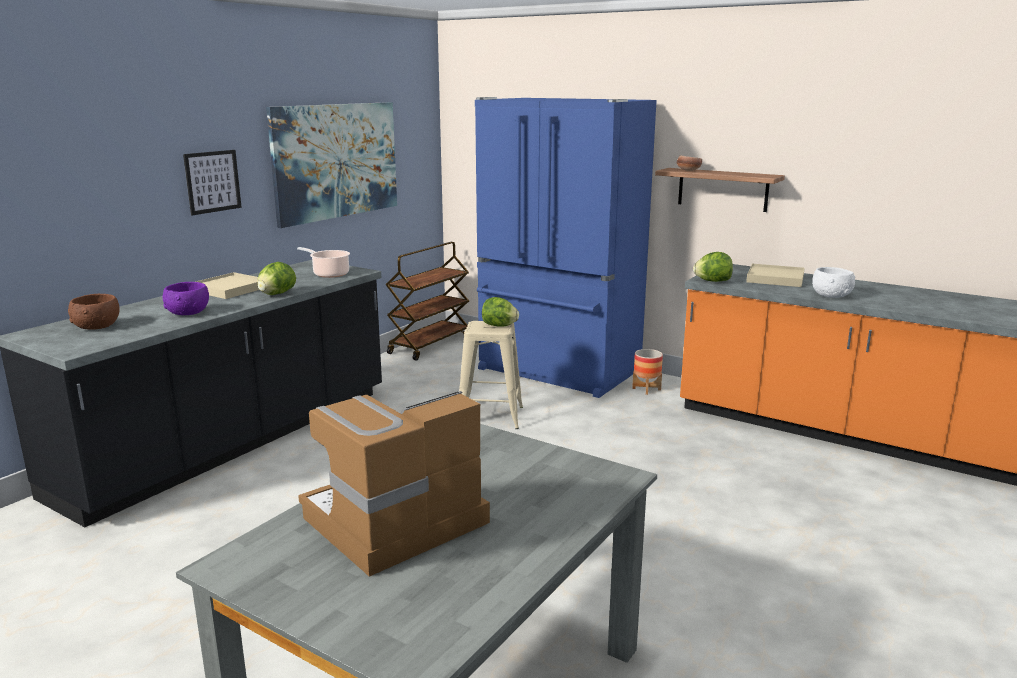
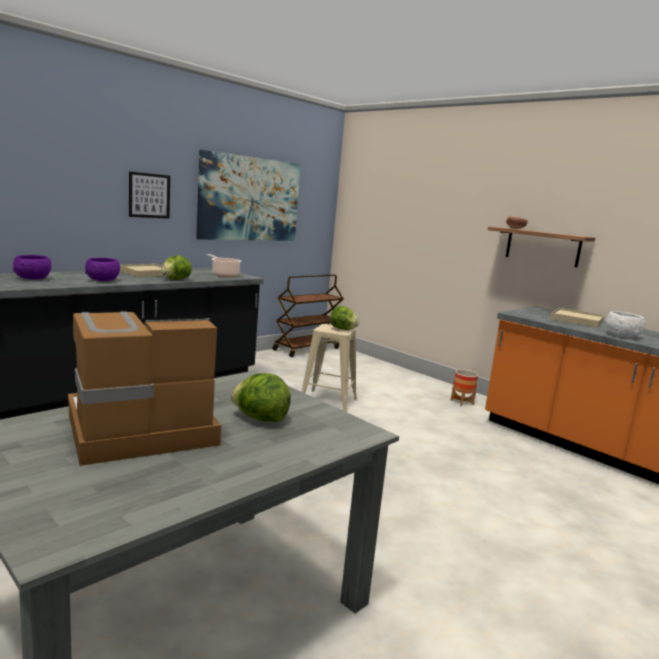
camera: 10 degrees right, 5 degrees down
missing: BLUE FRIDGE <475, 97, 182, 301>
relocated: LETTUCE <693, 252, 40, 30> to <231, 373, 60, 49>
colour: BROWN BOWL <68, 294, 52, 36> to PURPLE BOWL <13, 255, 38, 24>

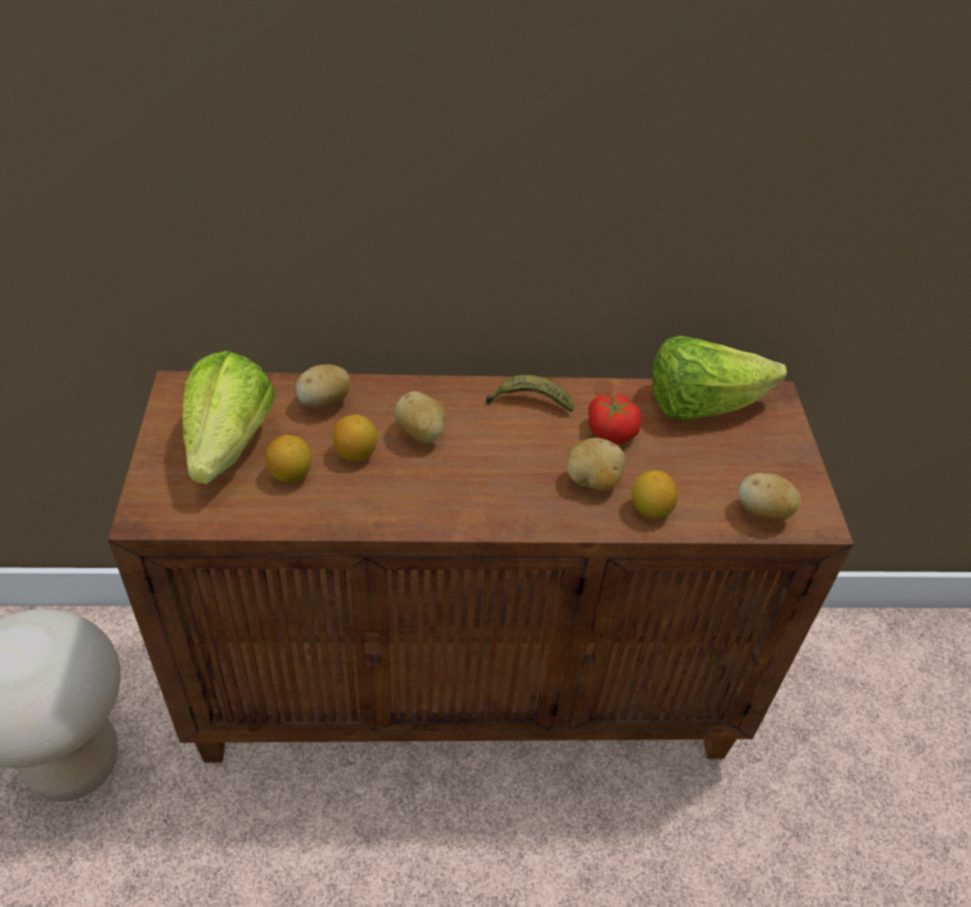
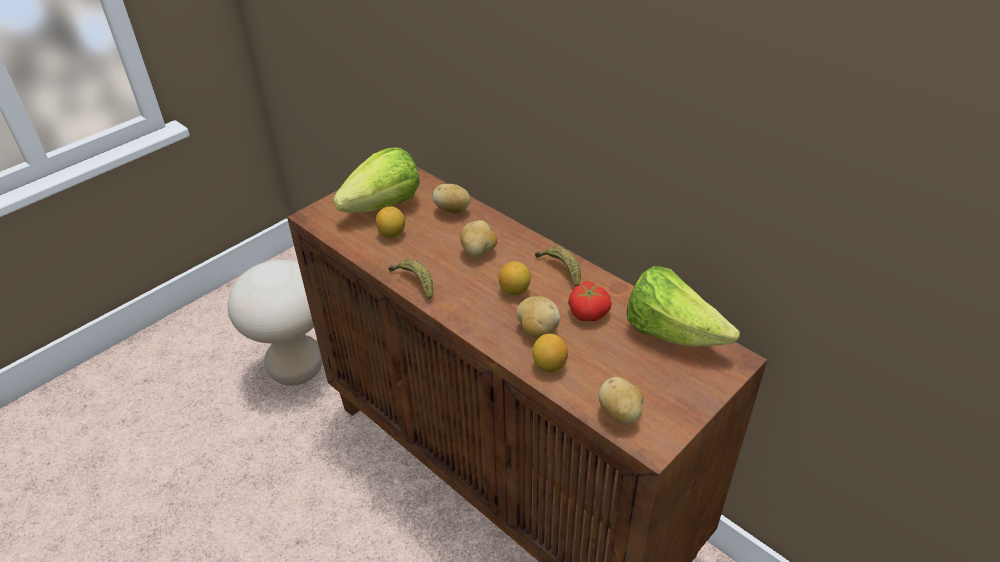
camera: 50 degrees right, 5 degrees down
appeared: BANANA <388, 259, 45, 40>
relocated: LEMON <333, 415, 45, 47> to <499, 261, 32, 34>

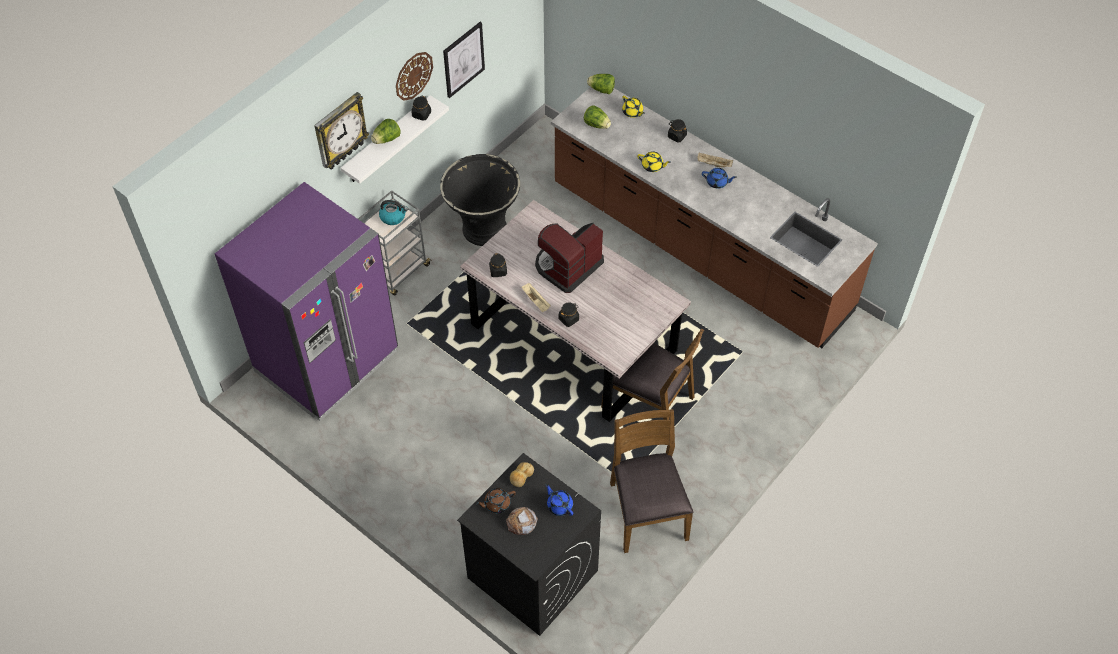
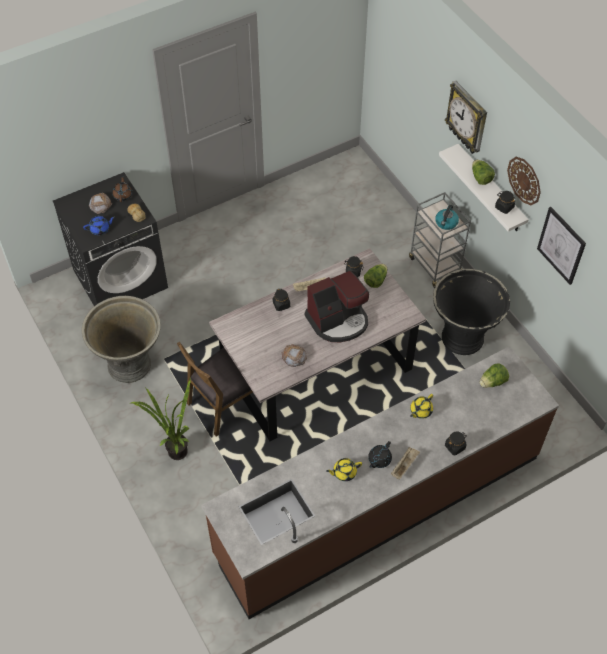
camera: 110 degrees right, 0 degrees up
missing: PURPLE FRIDGE <215, 182, 183, 239>
appeared: POTTED PLANT <131, 377, 60, 83>; BREAD <282, 344, 25, 23>
relocated: LETTUCE <587, 74, 28, 20> to <364, 264, 23, 24>; YELLOW TEAPOT <622, 96, 23, 22> to <326, 458, 36, 23>
exchanged: BROWN CHAIR <610, 409, 83, 144> to GREY PLANTER <82, 296, 79, 87>
colour: BLUE TEAPOT <702, 168, 35, 21> to BLACK TEAPOT <368, 441, 24, 27>
spun: COFFEE MACHINE <535, 223, 69, 70> = <305, 270, 64, 72> 90 degrees clockwise

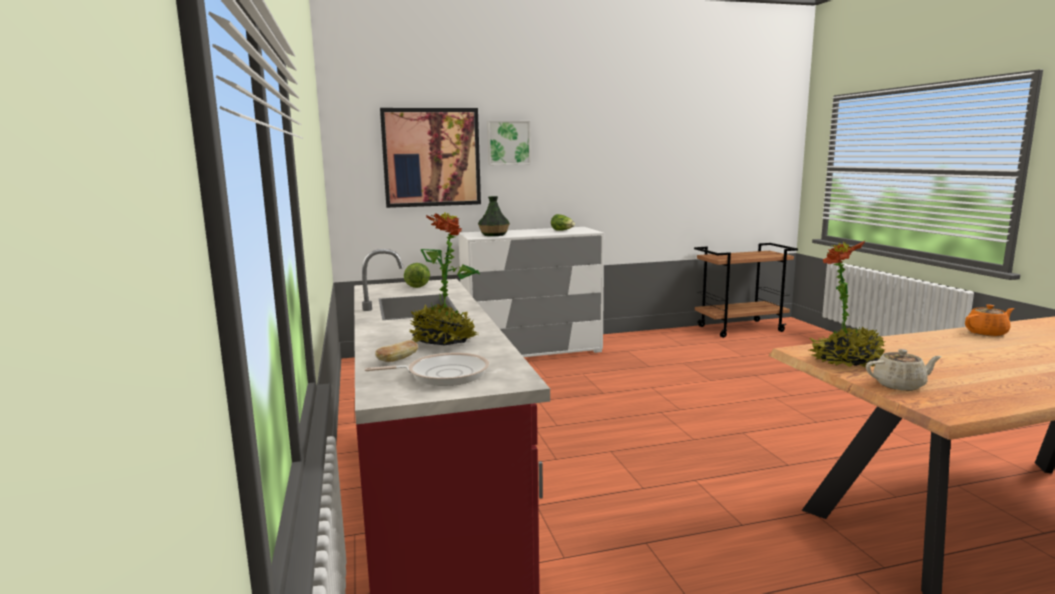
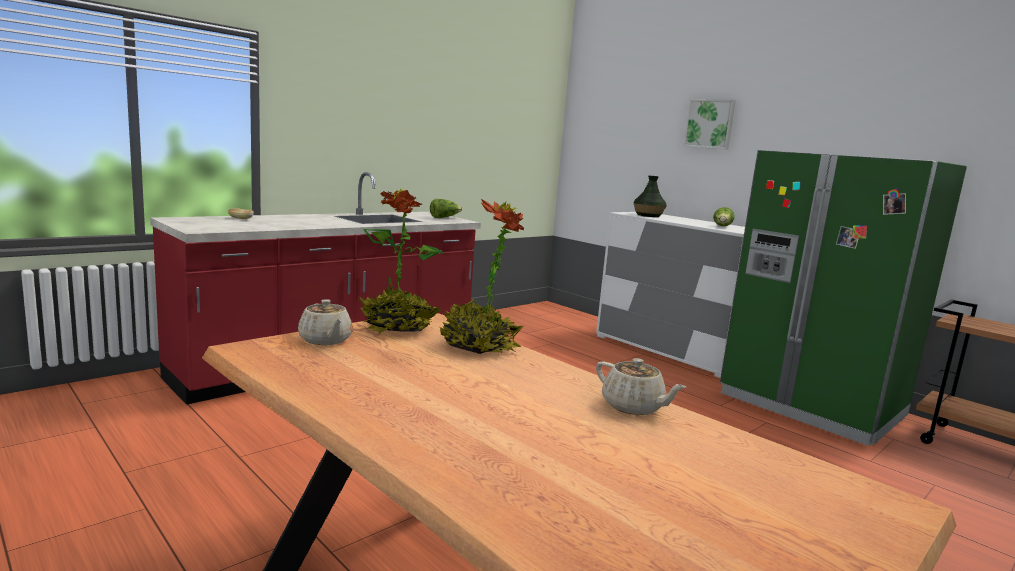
camera: 60 degrees right, 0 degrees up
missing: FRYING PAN <364, 352, 125, 34>; PICTURE <380, 108, 101, 100>
appeared: GREEN FRIDGE <720, 150, 247, 296>
relocated: POTTED PLANT <409, 212, 71, 133> to <440, 199, 84, 155>
colour: ORANGE TEAPOT <965, 304, 49, 32> to BEIGE TEAPOT <596, 358, 90, 57>

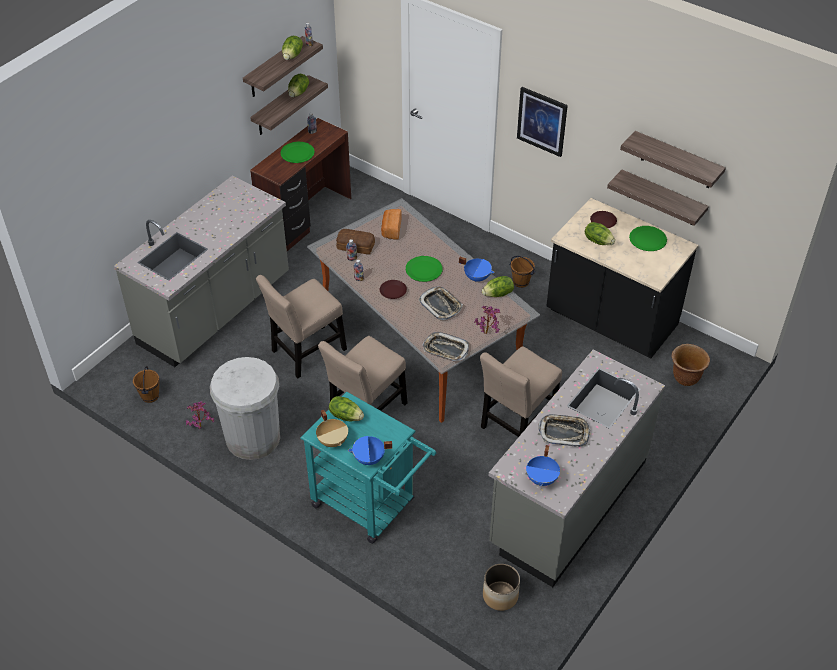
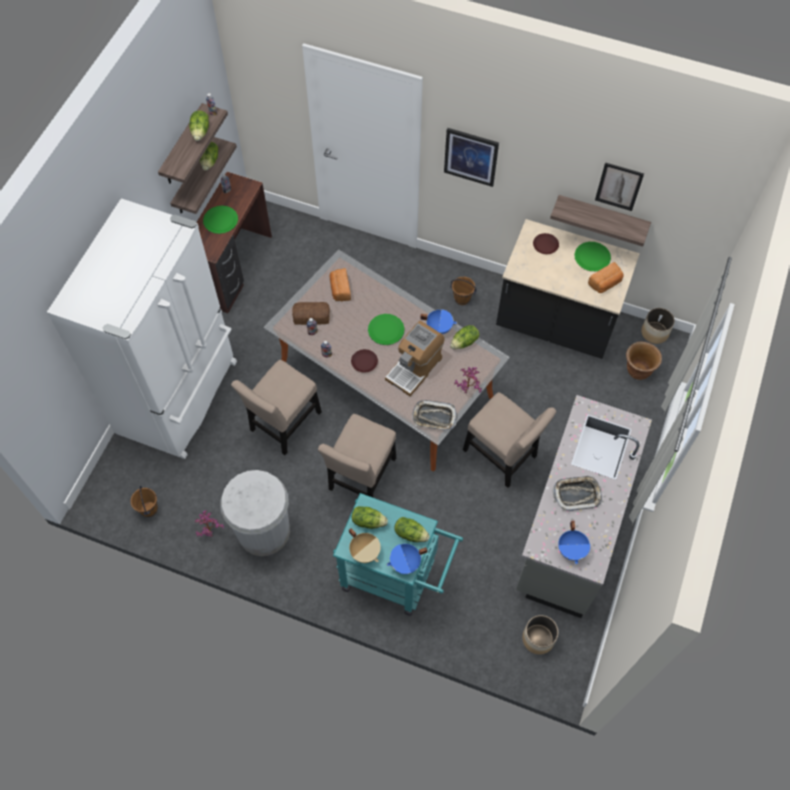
camera: 15 degrees left, 15 degrees up
appeared: BREAD <588, 262, 36, 31>; PLANTER <641, 308, 34, 36>
relocated: LETTUCE <585, 222, 30, 23> to <394, 517, 36, 25>
exchanged: GREY COUNTER <114, 176, 175, 191> to WHITE FRIDGE <47, 198, 190, 261>; TRAY <418, 286, 45, 35> to COFFEE MACHINE <385, 321, 60, 75>; SHELF <620, 131, 106, 57> to PICTURE <595, 162, 49, 49>
spun: BEIGE CHAIR <480, 346, 82, 91> = <463, 392, 93, 96> 75 degrees counterclockwise

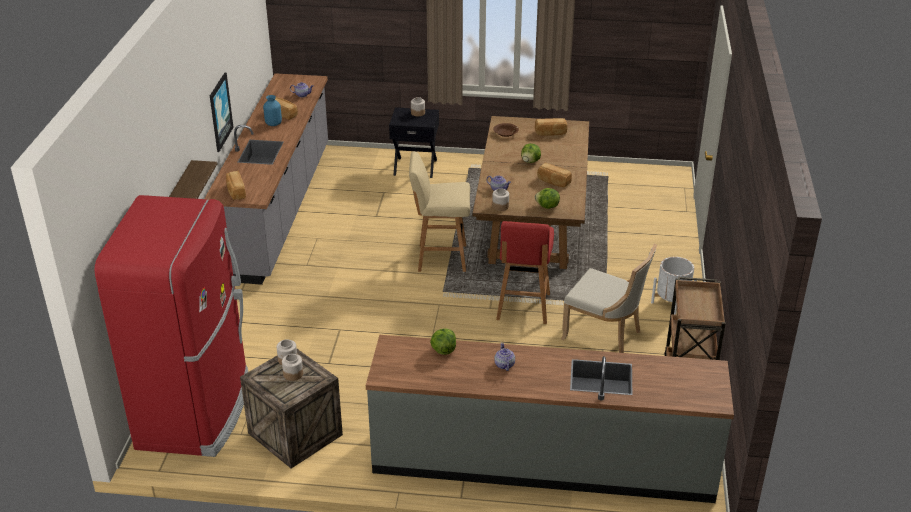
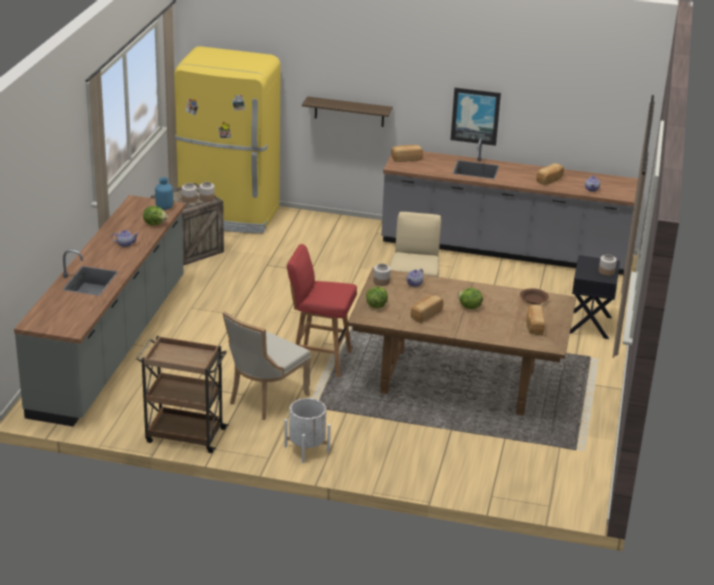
camera: 95 degrees right, 5 degrees down
relocated: BLUE VASE <263, 95, 19, 31> to <155, 177, 18, 33>
colour: RED FRIDGE <95, 195, 153, 262> to YELLOW FRIDGE <174, 46, 107, 187>

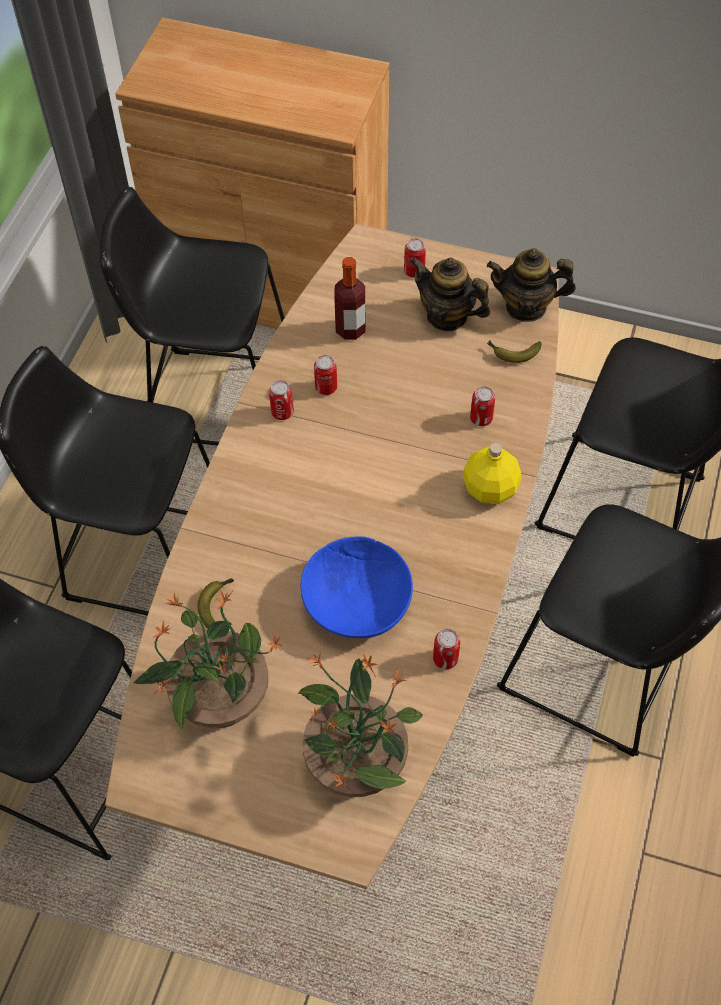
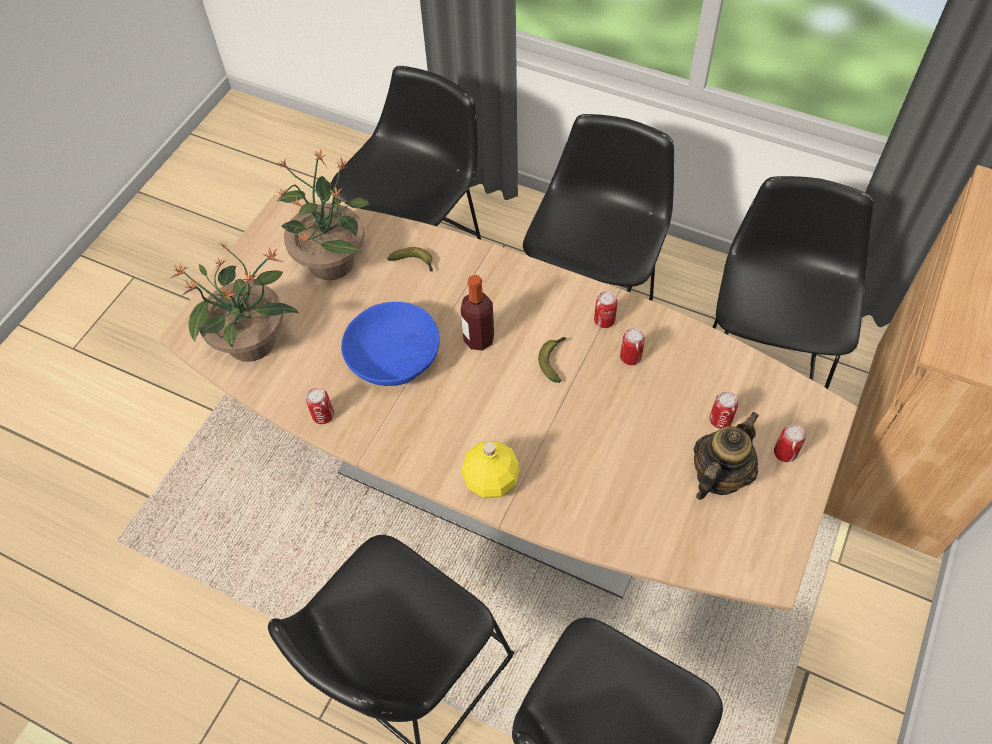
camera: 100 degrees right, 0 degrees up
missing: TEAPOT <487, 248, 89, 74>
relocated: BOTTLE <334, 257, 31, 83> to <461, 275, 33, 76>; CAN <470, 386, 25, 40> to <710, 391, 28, 38>; BANANA <487, 340, 55, 23> to <538, 337, 28, 46>

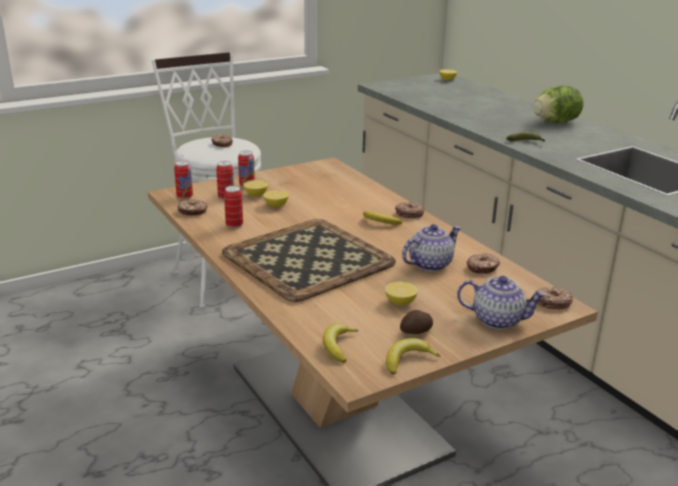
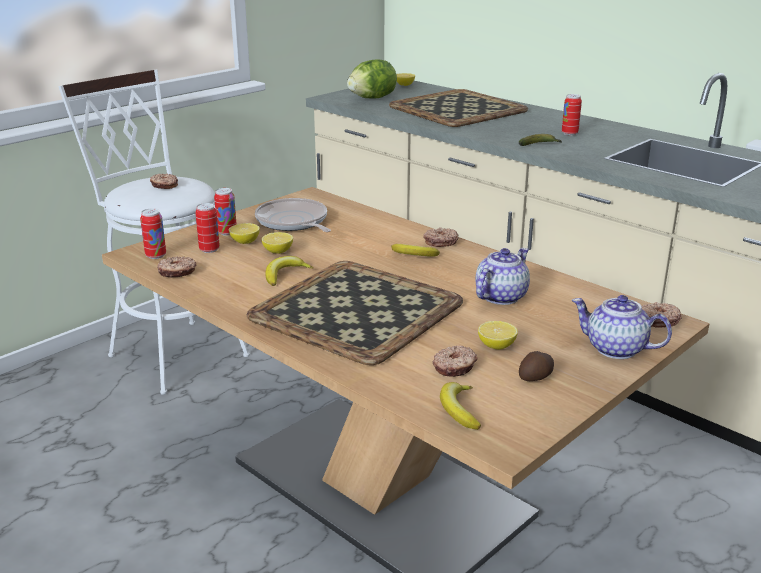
camera: 15 degrees left, 0 degrees up
appeared: FRYING PAN <255, 198, 76, 34>; TRAY <389, 89, 139, 38>
relocated: CAN <224, 186, 19, 42> to <562, 94, 20, 41>; BANANA <386, 338, 55, 37> to <265, 256, 49, 30>; DONUT <467, 253, 33, 21> to <433, 346, 44, 31>; LETTUCE <533, 85, 51, 38> to <347, 59, 50, 39>
spun: TEAPOT <457, 276, 90, 53> = <572, 295, 100, 64> 150 degrees counterclockwise

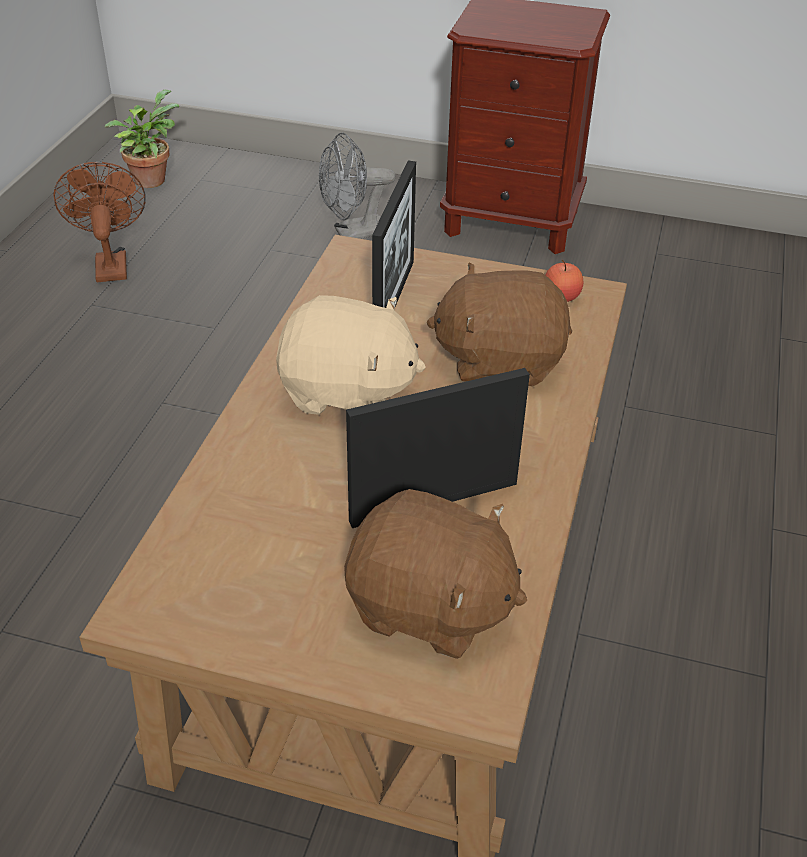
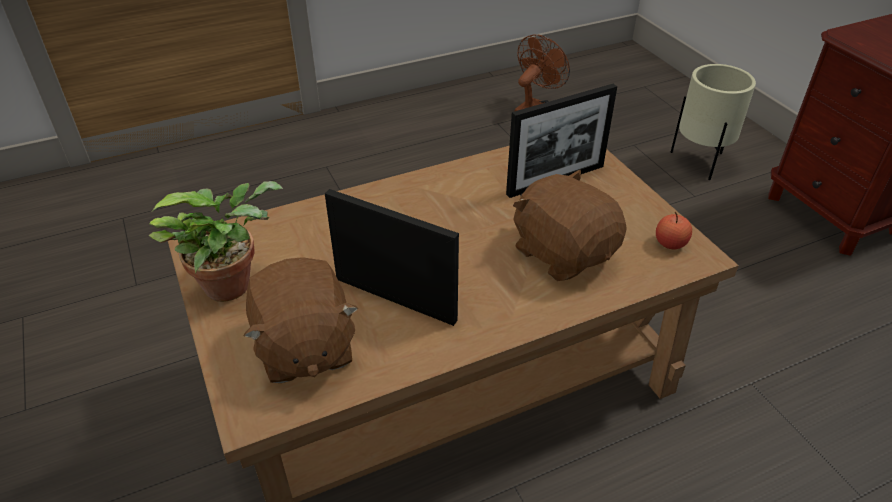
camera: 50 degrees right, 0 degrees up
missing: BEIGE PLUSH TOY <276, 295, 150, 120>
relocated: POTTED PLANT <105, 90, 74, 98> to <149, 181, 134, 121>
exchanged: GREY FAN <319, 133, 76, 106> to BEIGE PLANTER <670, 64, 86, 116>

